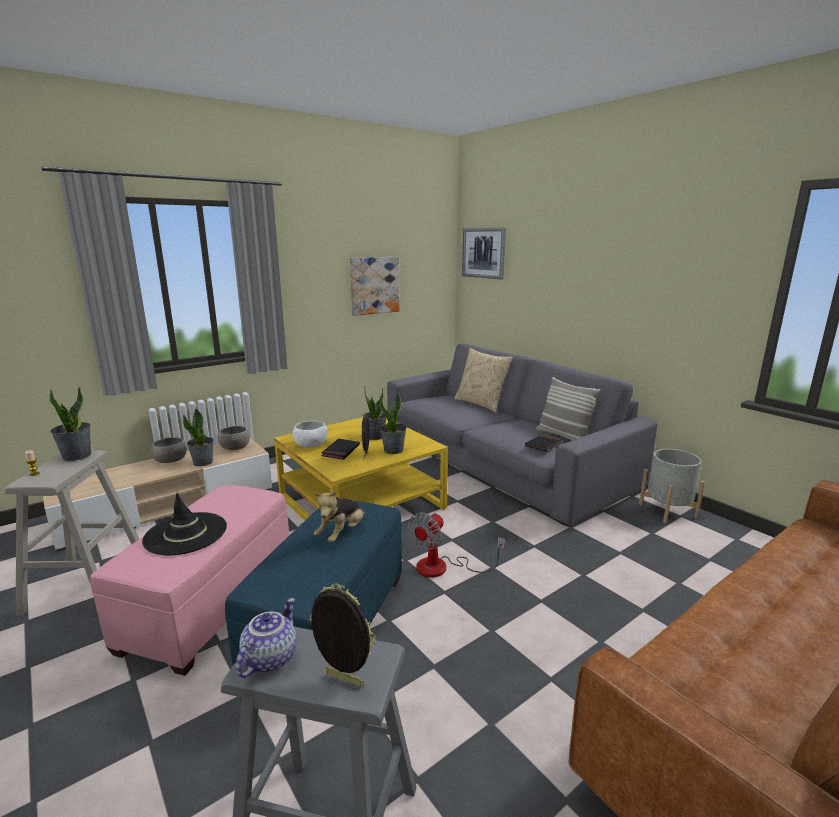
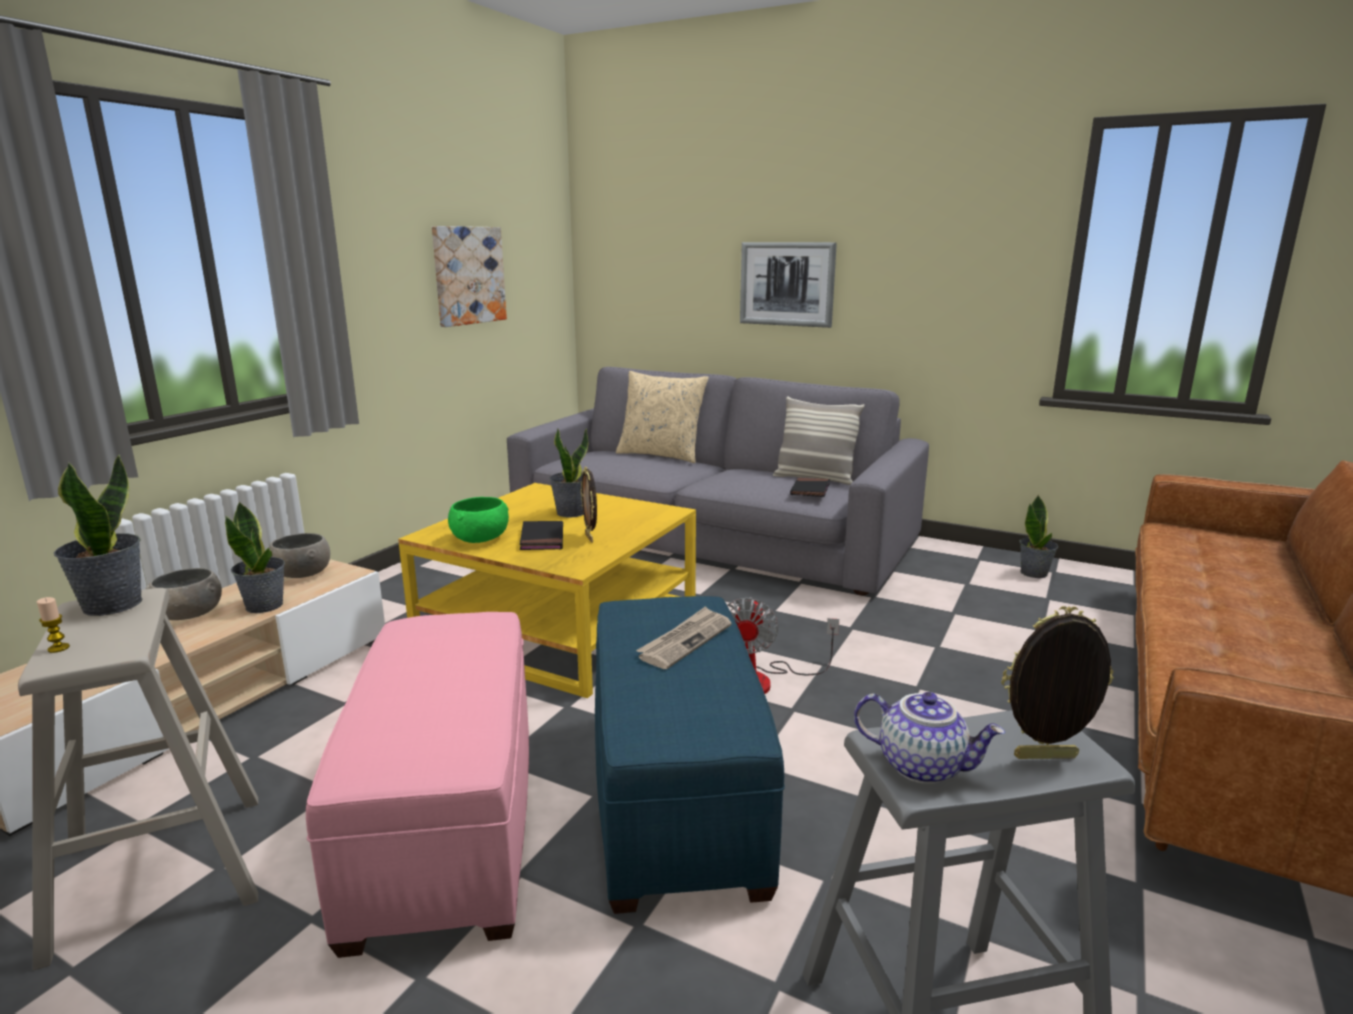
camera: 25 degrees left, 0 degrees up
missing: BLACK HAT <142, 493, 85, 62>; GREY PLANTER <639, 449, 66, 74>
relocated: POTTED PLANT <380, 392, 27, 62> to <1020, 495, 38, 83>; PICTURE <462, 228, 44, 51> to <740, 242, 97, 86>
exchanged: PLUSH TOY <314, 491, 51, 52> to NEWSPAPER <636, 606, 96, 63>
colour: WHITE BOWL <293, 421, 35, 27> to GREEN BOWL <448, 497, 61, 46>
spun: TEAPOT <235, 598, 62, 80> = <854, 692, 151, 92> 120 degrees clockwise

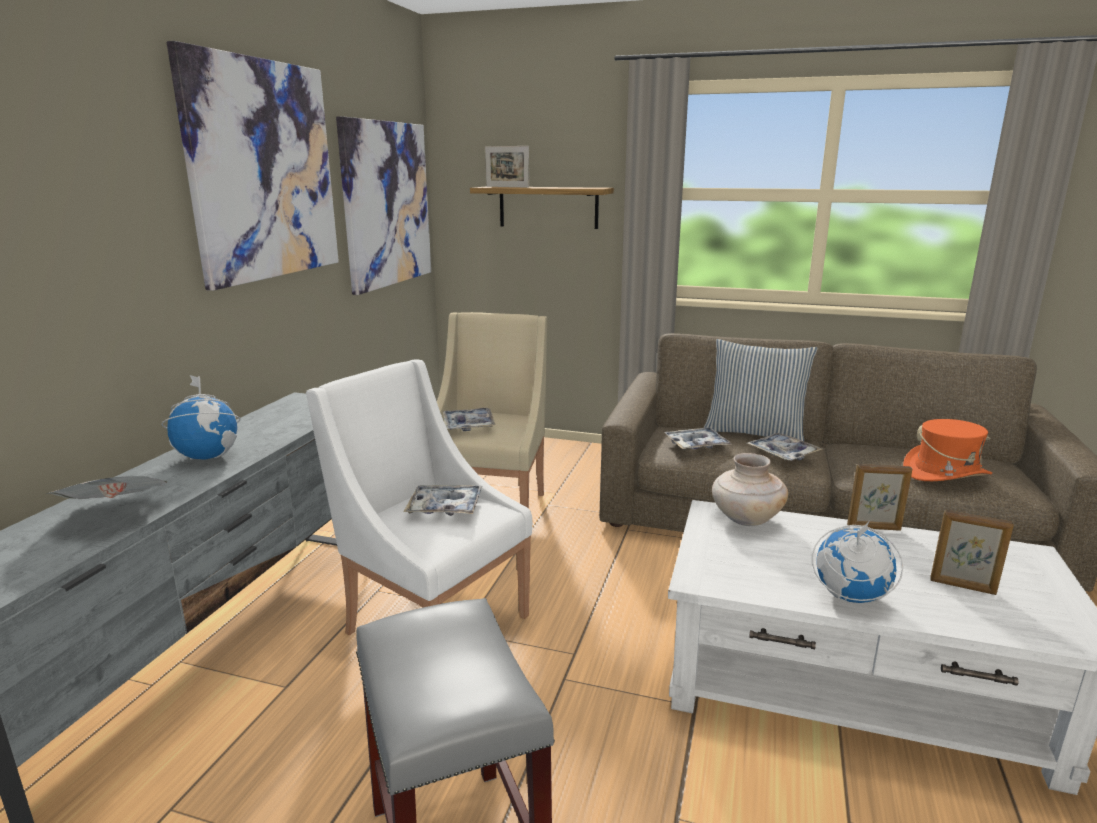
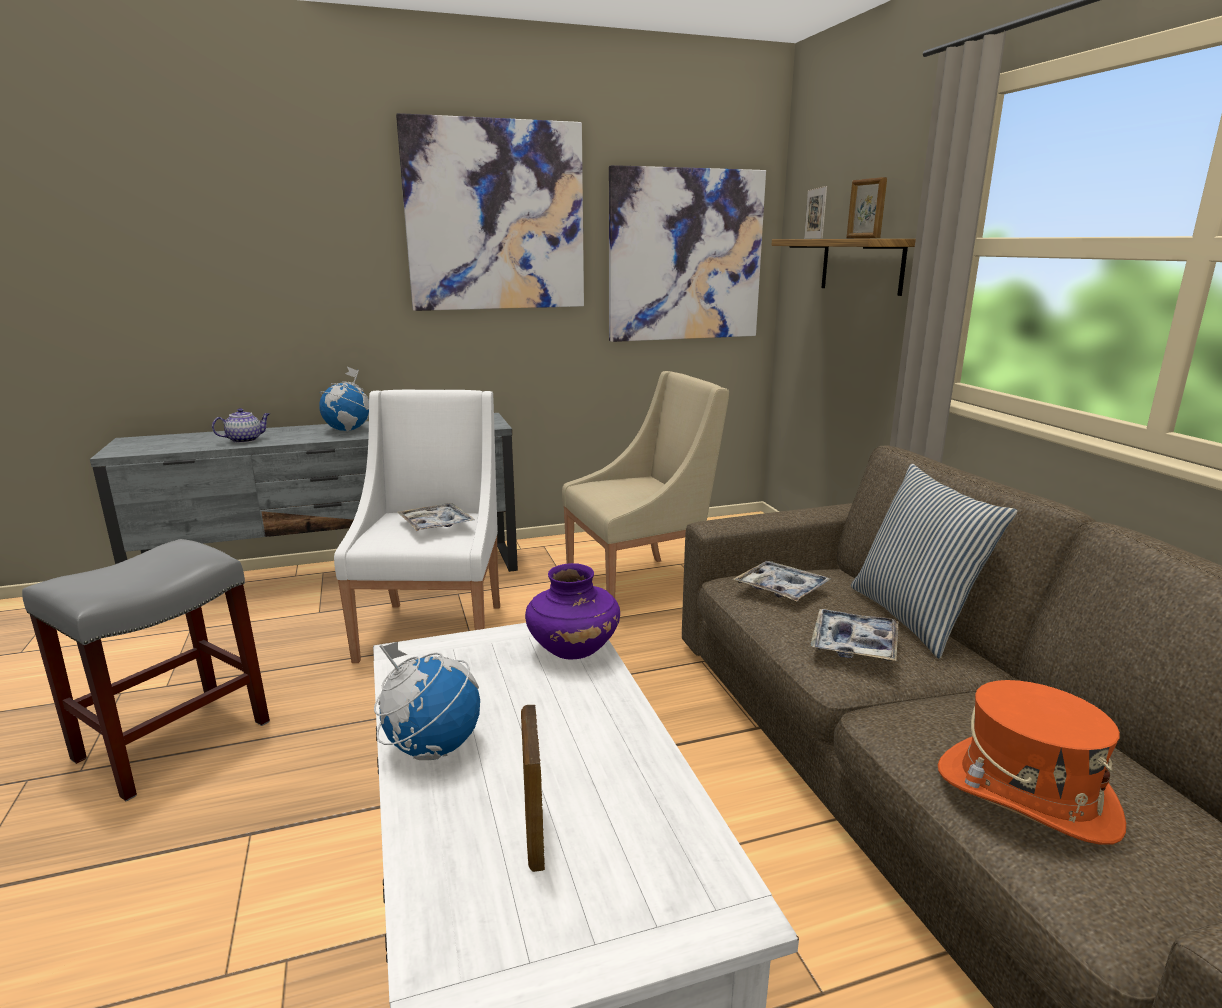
camera: 55 degrees right, 0 degrees up
missing: TRAY <443, 408, 52, 23>
relocated: PICTURE FRAME <847, 464, 65, 67> to <846, 177, 41, 62>
exchanged: NEWSPAPER <45, 476, 122, 23> to TEAPOT <212, 408, 58, 35>
colour: BEIGE VASE <712, 453, 76, 73> to PURPLE VASE <525, 563, 95, 97>

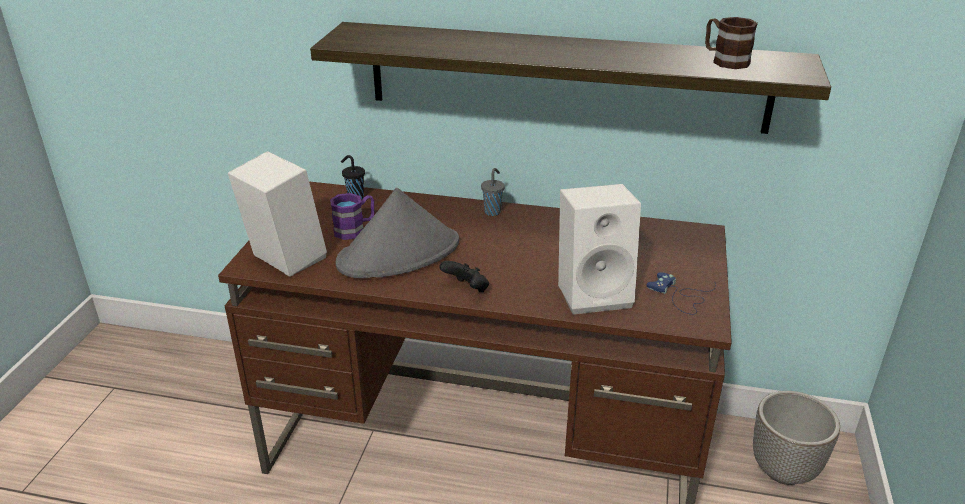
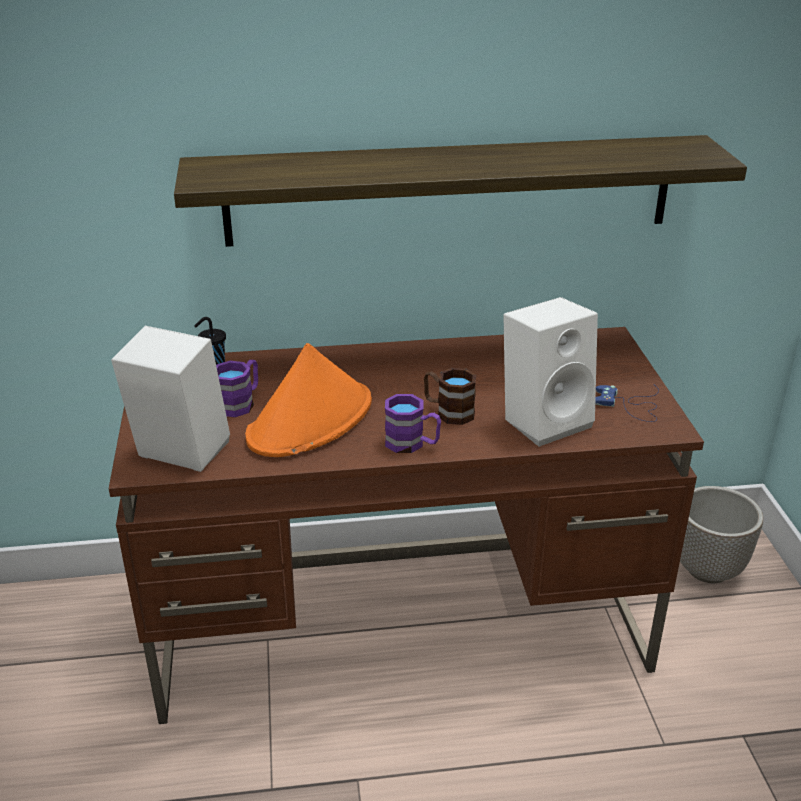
camera: 20 degrees left, 0 degrees up
missing: GREY CUP <481, 168, 24, 48>
relocated: BROWN MUG <705, 17, 53, 52> to <424, 368, 53, 57>
exchanged: BLACK GAME CONTROLLER <440, 261, 49, 31> to PURPLE MUG <385, 394, 56, 59>
colour: GREY HAT <336, 188, 123, 90> to ORANGE HAT <245, 343, 127, 114>

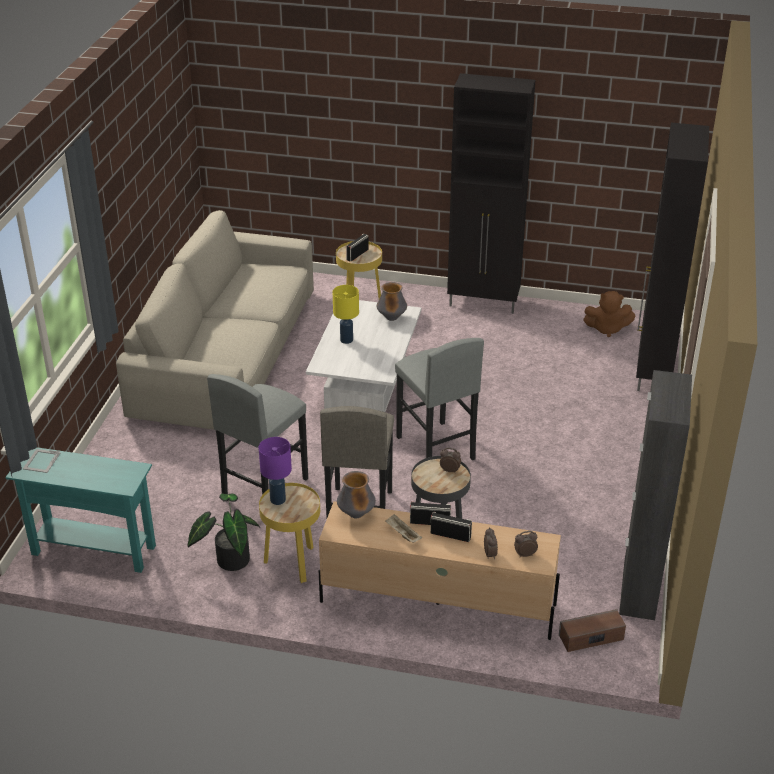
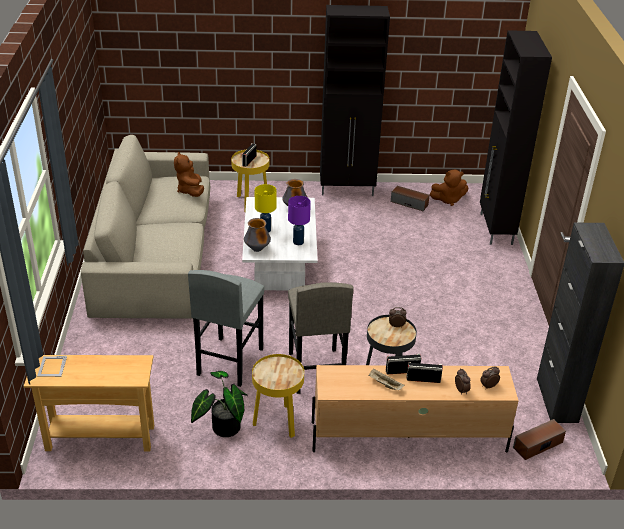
camera: 15 degrees left, 0 degrees up
missing: GREY STOOL <395, 338, 89, 122>
appeared: BROWN PLUSH TOY <174, 152, 30, 45>; SPEAKER <391, 186, 39, 26>
relocated: PURPLE TABLE LAMP <259, 437, 33, 68> to <288, 196, 23, 49>; VASE <337, 471, 39, 47> to <244, 218, 27, 34>
colour: TURQUOISE CONSOLE TABLE <5, 447, 151, 126> to BEIGE CONSOLE TABLE <24, 355, 130, 96>

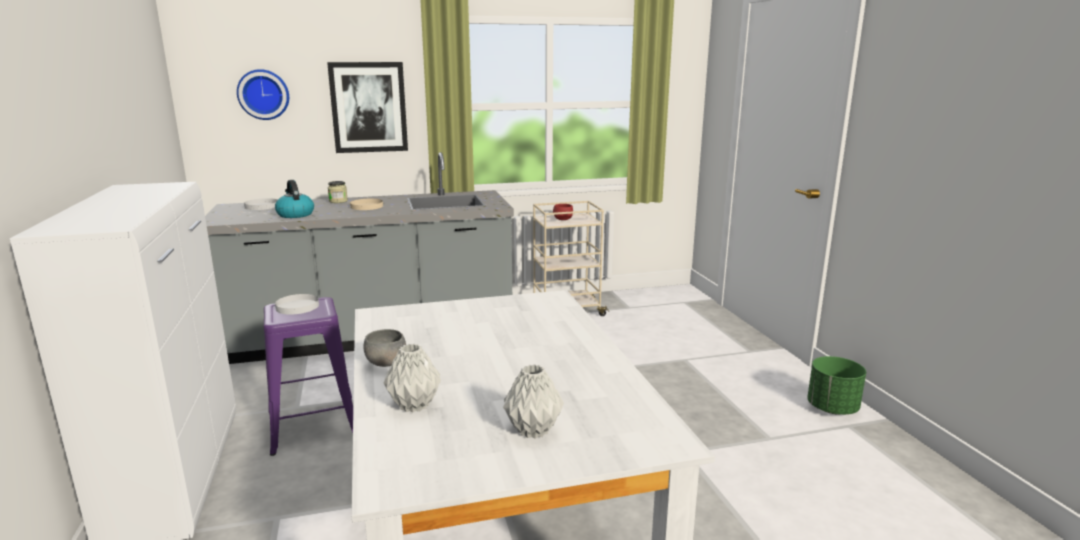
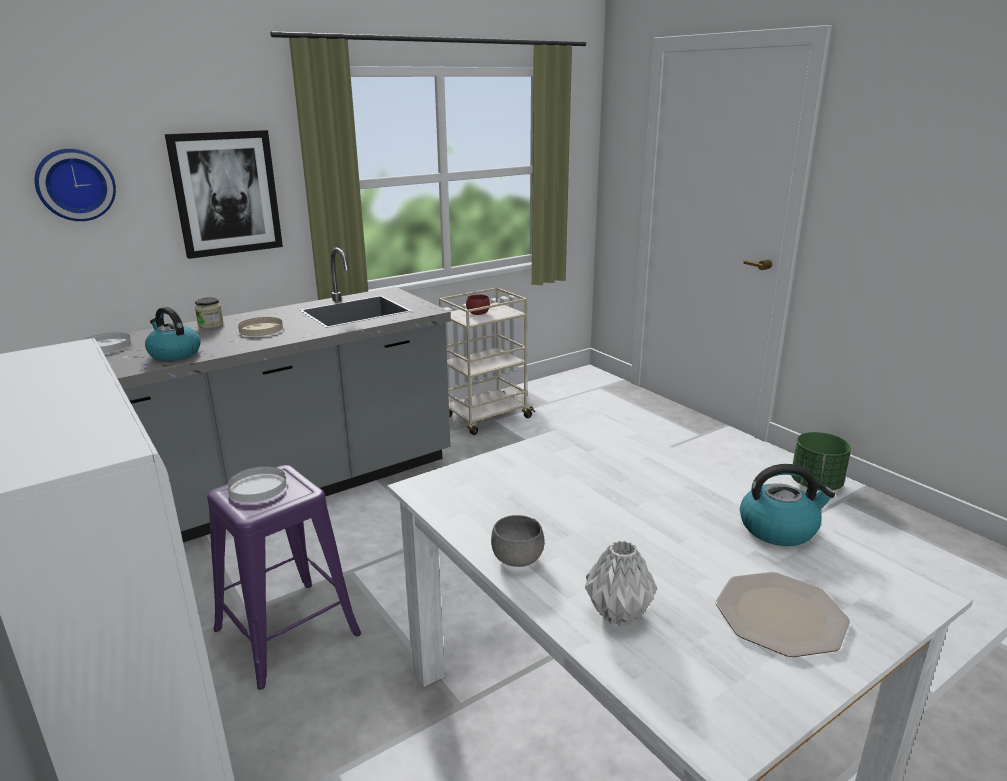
camera: 20 degrees left, 5 degrees up
appeared: KETTLE <740, 464, 95, 82>
exchanged: GREY VASE <503, 364, 61, 75> to PLATE <716, 572, 134, 85>

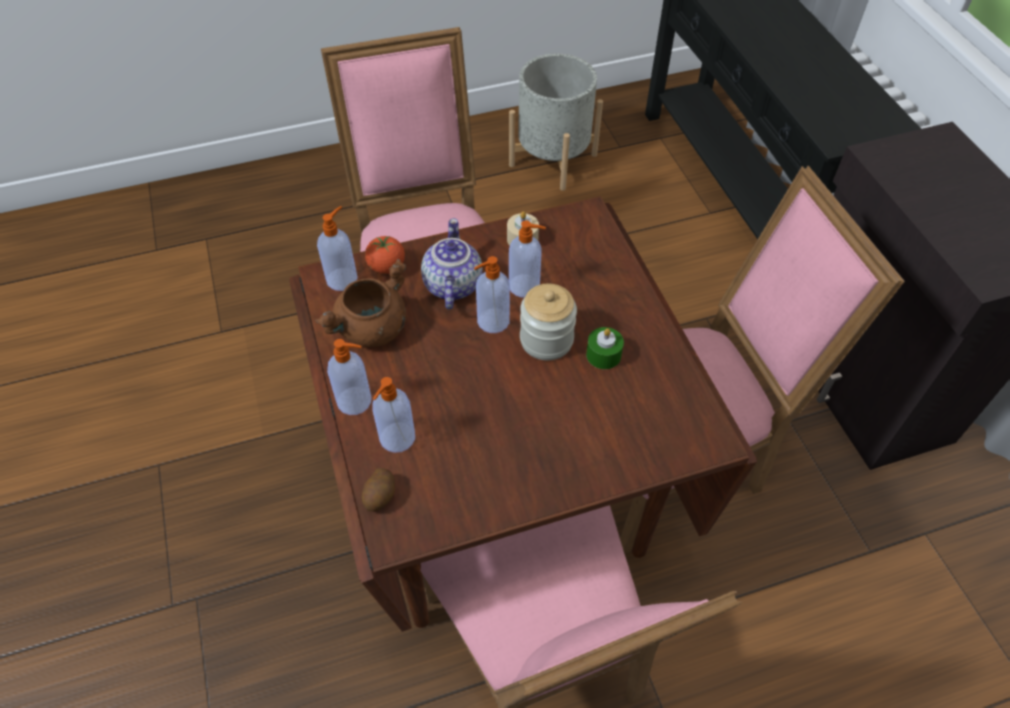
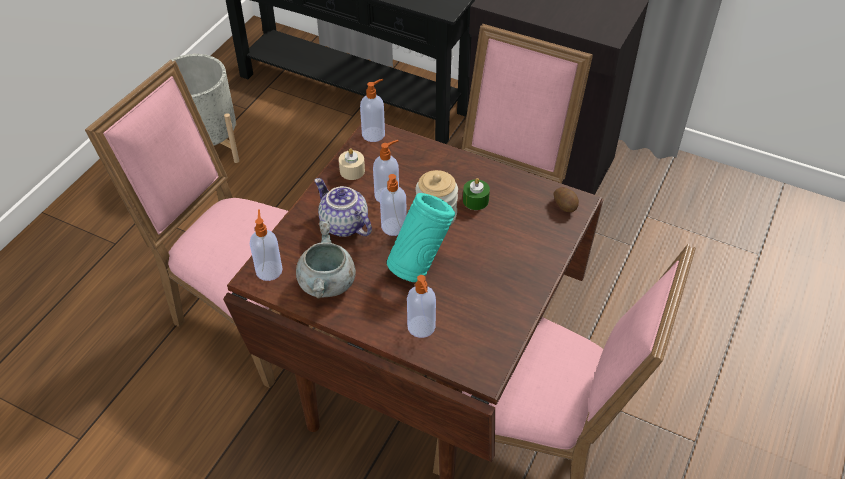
camera: 45 degrees left, 5 degrees down
missing: TOMATO <365, 236, 40, 38>
appeared: TURQUOISE VASE <387, 193, 68, 89>
relocated: SOAP DISPENSER <327, 339, 45, 76> to <360, 79, 25, 63>; POTATO <362, 468, 33, 43> to <553, 187, 26, 25>
colour: BROWN COOKING POT <315, 259, 91, 88> to GREY COOKING POT <296, 221, 60, 77>

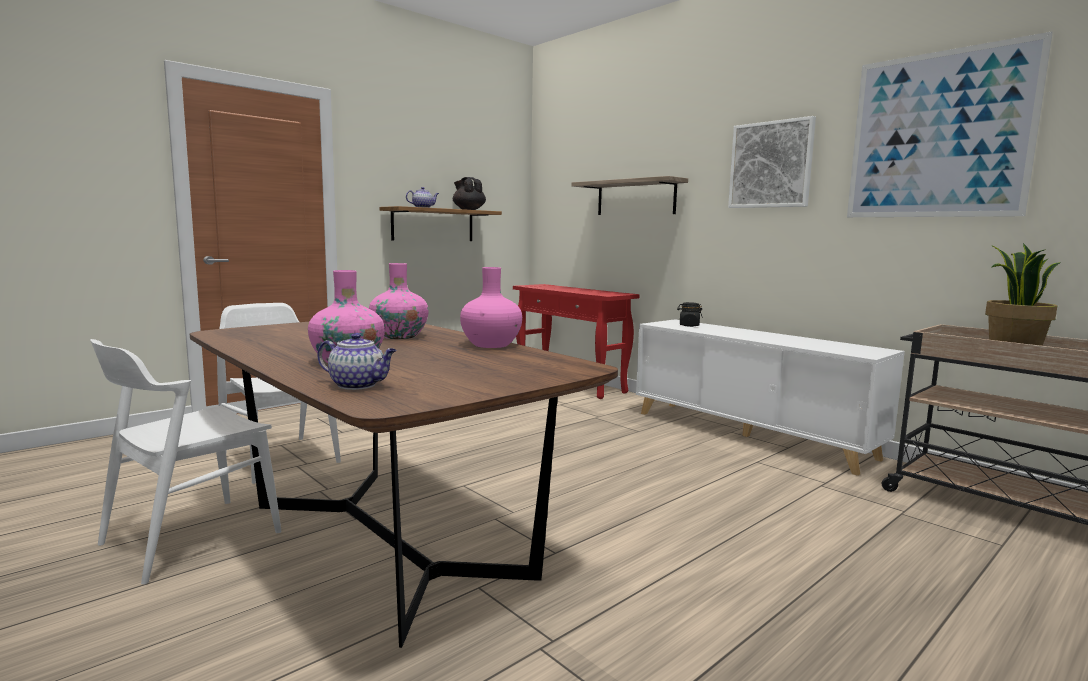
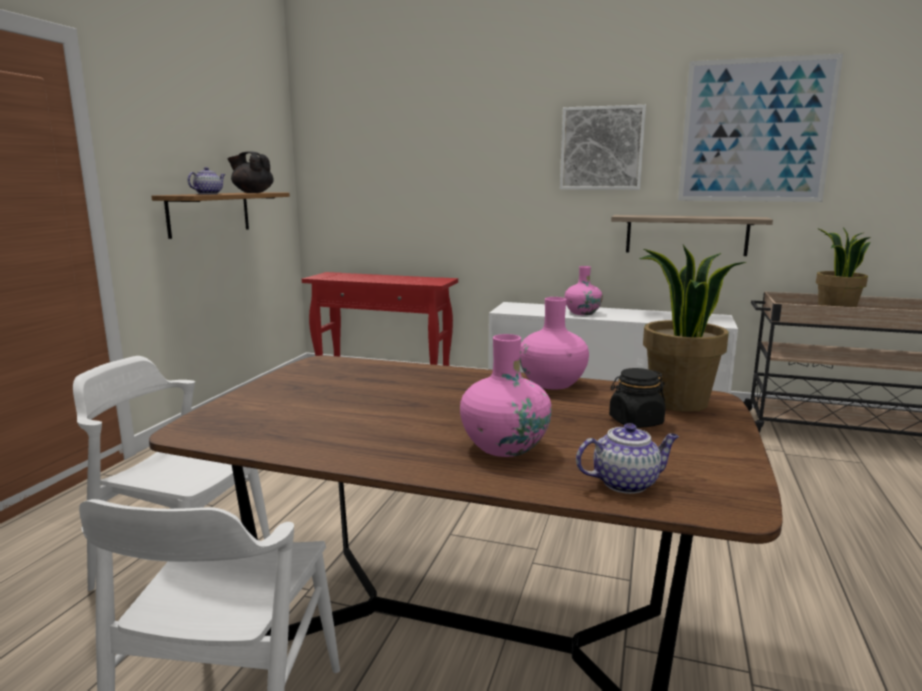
camera: 30 degrees left, 5 degrees up
appeared: POTTED PLANT <639, 245, 107, 167>
relocated: PINK VASE <369, 263, 60, 76> to <565, 266, 38, 49>; SHELF <572, 176, 116, 39> to <611, 215, 162, 41>; BLACK JAR <677, 302, 26, 25> to <609, 368, 57, 60>

